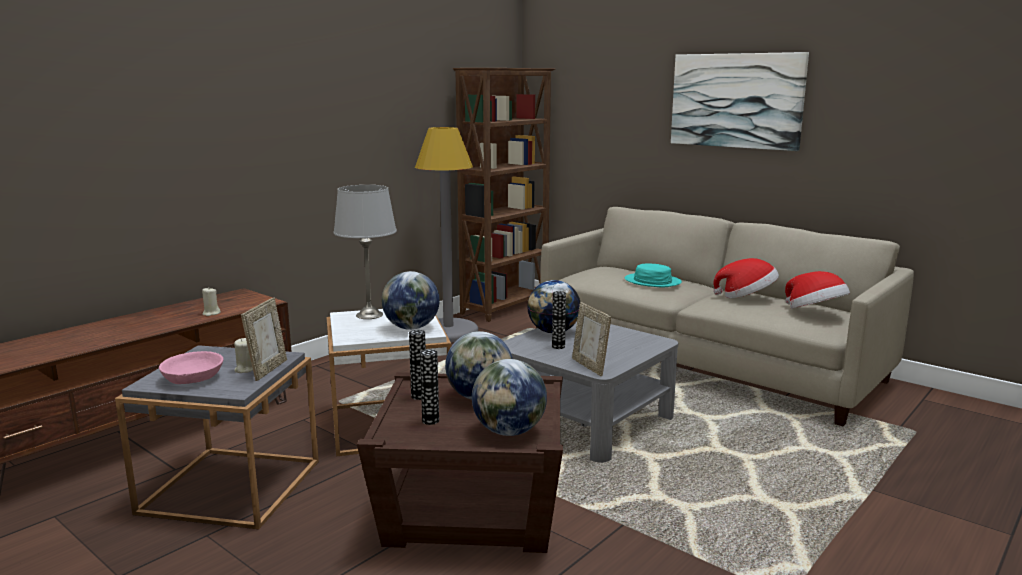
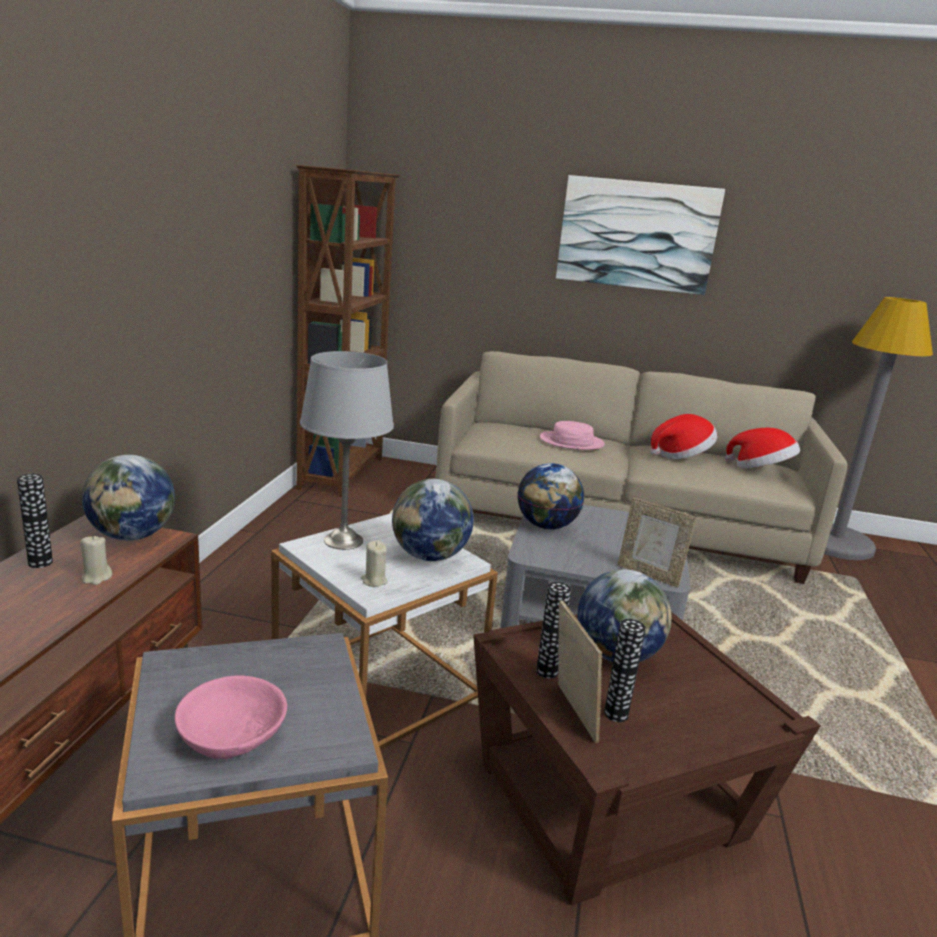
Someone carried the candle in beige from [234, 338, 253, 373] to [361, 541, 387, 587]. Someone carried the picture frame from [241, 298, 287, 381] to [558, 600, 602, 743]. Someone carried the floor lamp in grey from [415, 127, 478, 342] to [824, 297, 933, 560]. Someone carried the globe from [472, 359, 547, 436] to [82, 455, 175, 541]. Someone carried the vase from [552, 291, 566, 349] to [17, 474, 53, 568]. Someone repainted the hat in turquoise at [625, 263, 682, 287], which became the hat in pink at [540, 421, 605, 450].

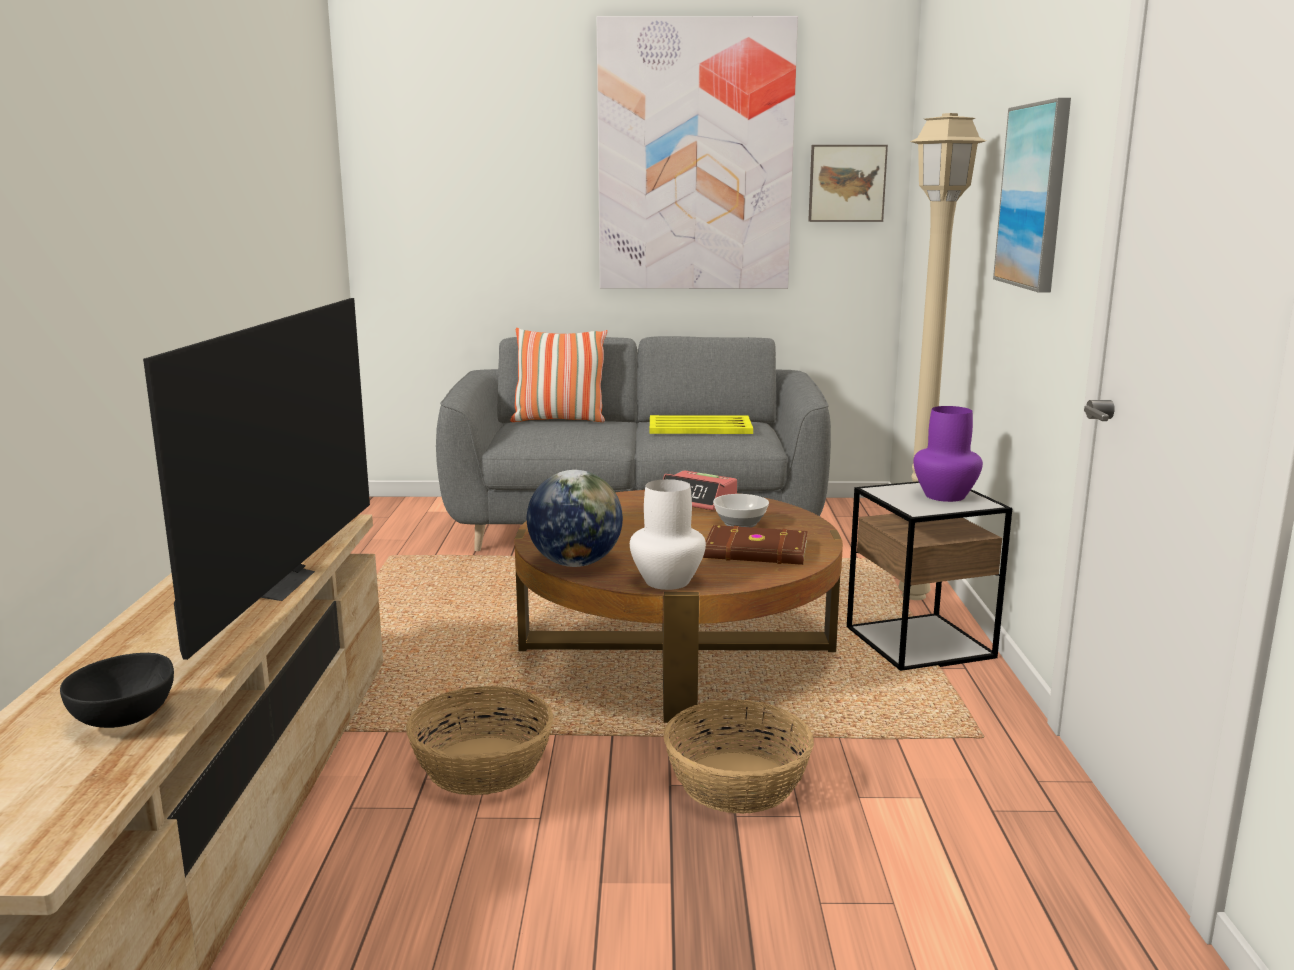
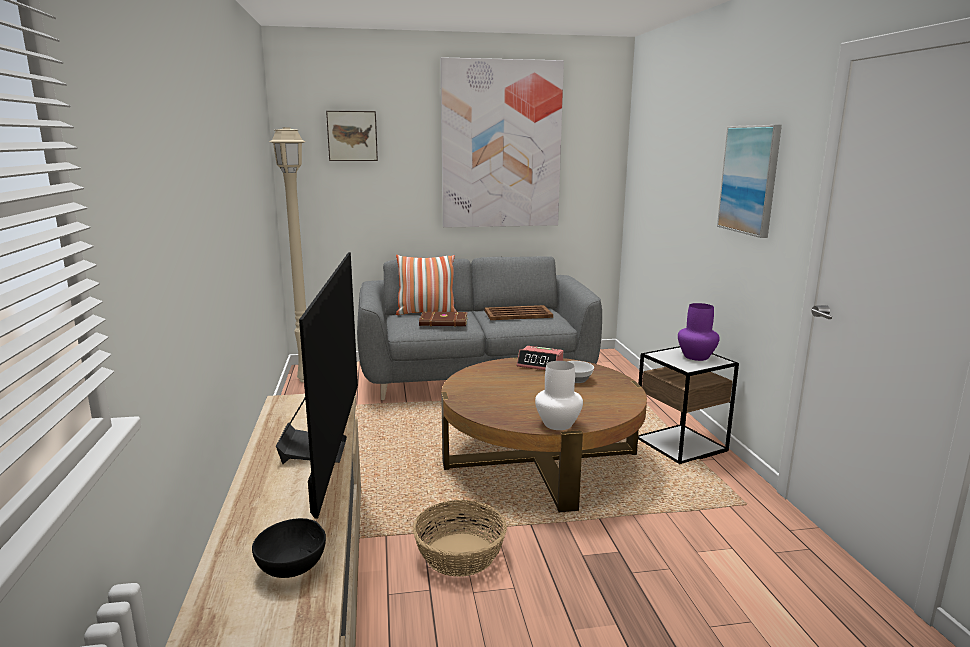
Someone took away the globe at [527, 470, 623, 567]. Someone repainted the tray in yellow at [650, 415, 753, 434], which became the tray in brown at [484, 305, 553, 320]. Someone took away the basket at [664, 699, 814, 814]. Someone carried the book in brown from [703, 525, 808, 565] to [419, 311, 468, 327]. Someone carried the picture from [808, 145, 888, 222] to [326, 111, 378, 161]. Someone carried the floor lamp in beige from [898, 113, 986, 600] to [269, 127, 306, 382].

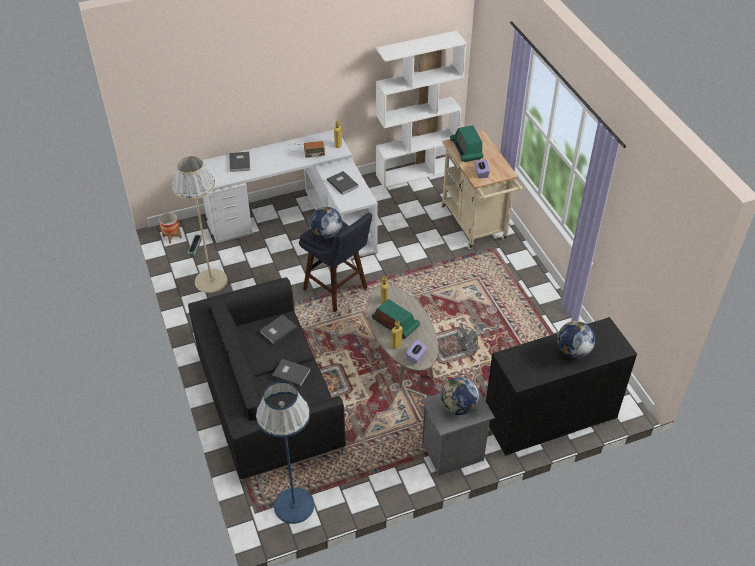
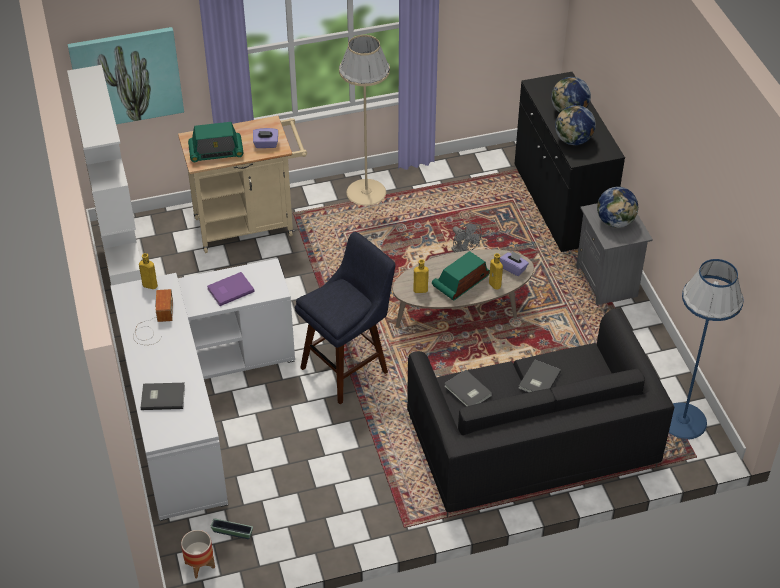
Someone carried the floor lamp in beige from [172, 156, 228, 293] to [339, 35, 390, 206]. Someone carried the globe from [310, 207, 342, 239] to [555, 105, 596, 145]. Someone repainted the book in grey at [327, 171, 358, 195], which became the book in purple at [207, 272, 255, 306]. Someone put up the picture at [68, 27, 184, 124].

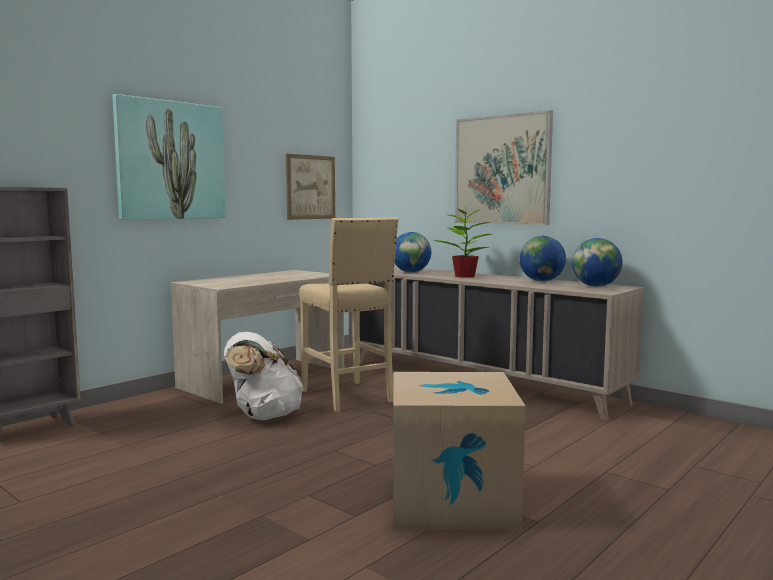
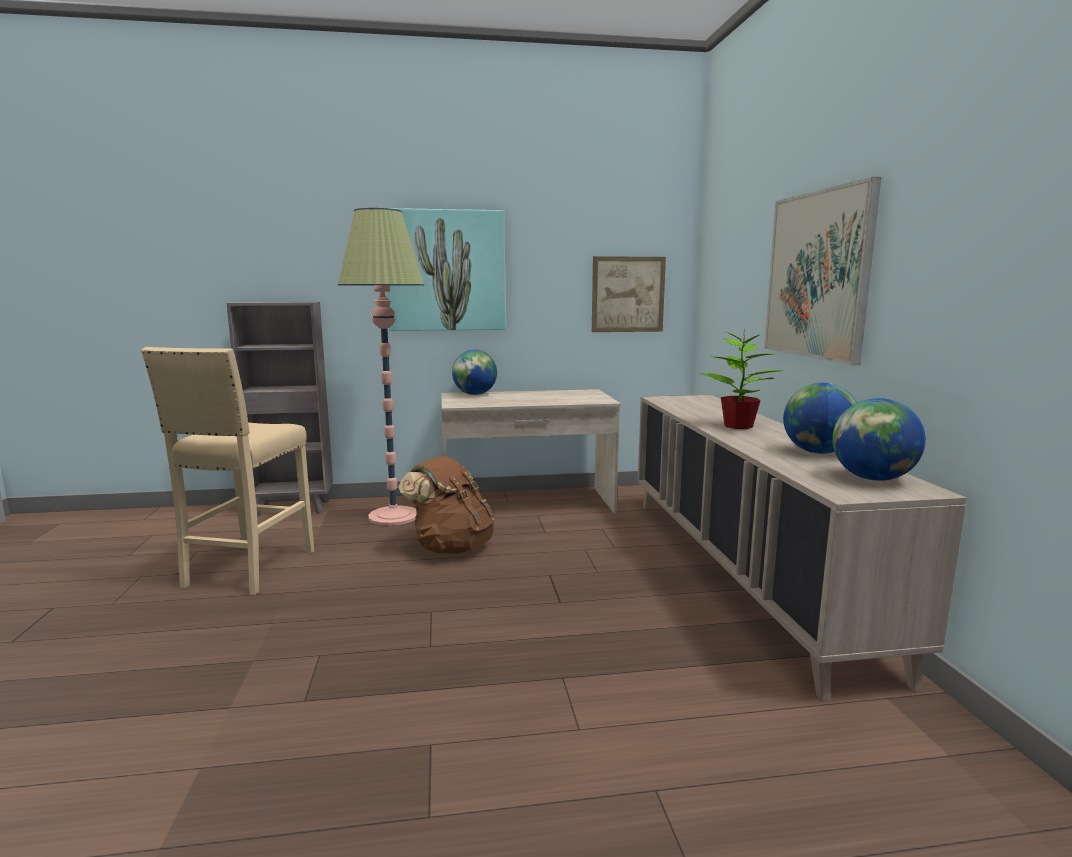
Someone repainted the backpack in white at [224, 332, 304, 420], which became the backpack in brown at [398, 456, 495, 554]. Someone carried the stool in beige from [299, 217, 399, 412] to [141, 347, 314, 595]. Someone took away the cardboard box at [393, 372, 526, 530]. Someone carried the globe from [395, 232, 431, 273] to [452, 350, 497, 395]. Someone put down the floor lamp at [338, 208, 425, 526].

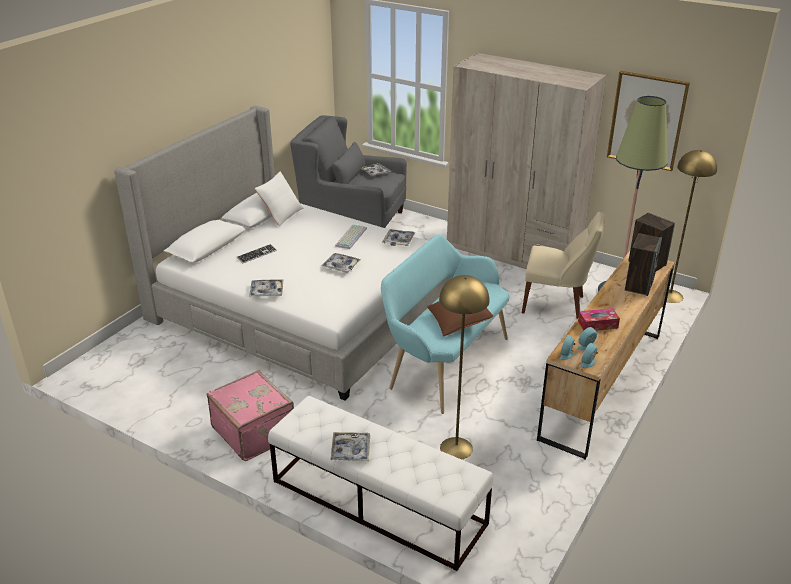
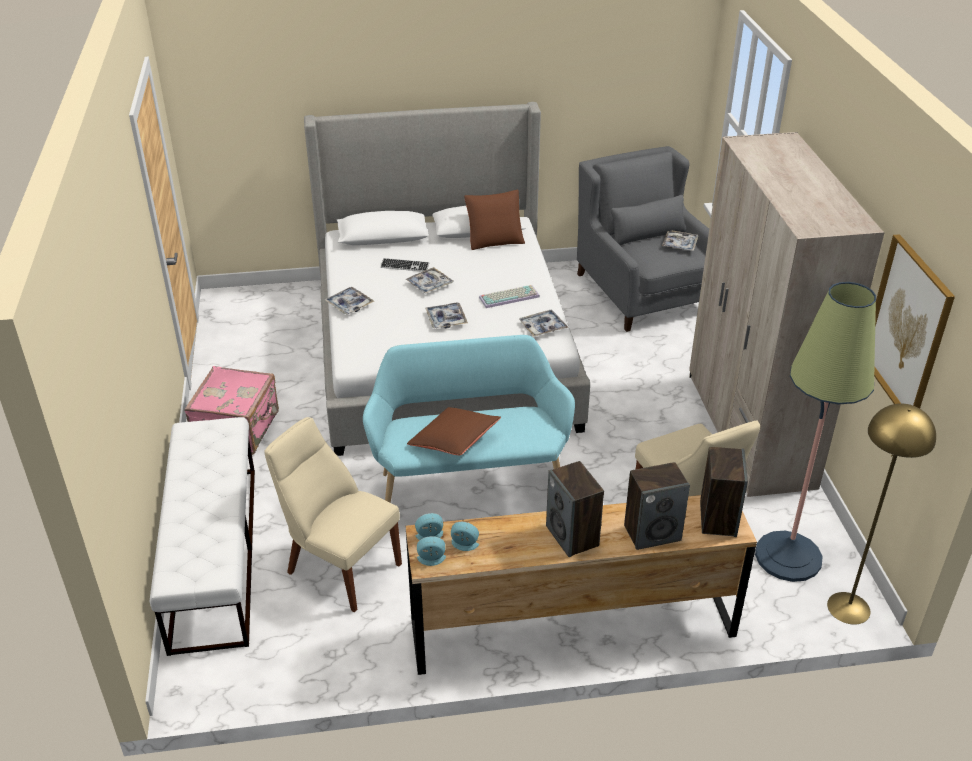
Someone repainted the pillow in white at [255, 172, 303, 226], which became the pillow in brown at [464, 190, 525, 250]. Someone carried the tray from [330, 432, 370, 461] to [405, 267, 453, 294]. Someone swapped the floor lamp in yellow at [439, 275, 490, 460] for the chair in beige at [264, 417, 402, 612]. Someone took away the tissue box at [578, 308, 620, 331]. Someone put down the speaker at [546, 461, 604, 557].

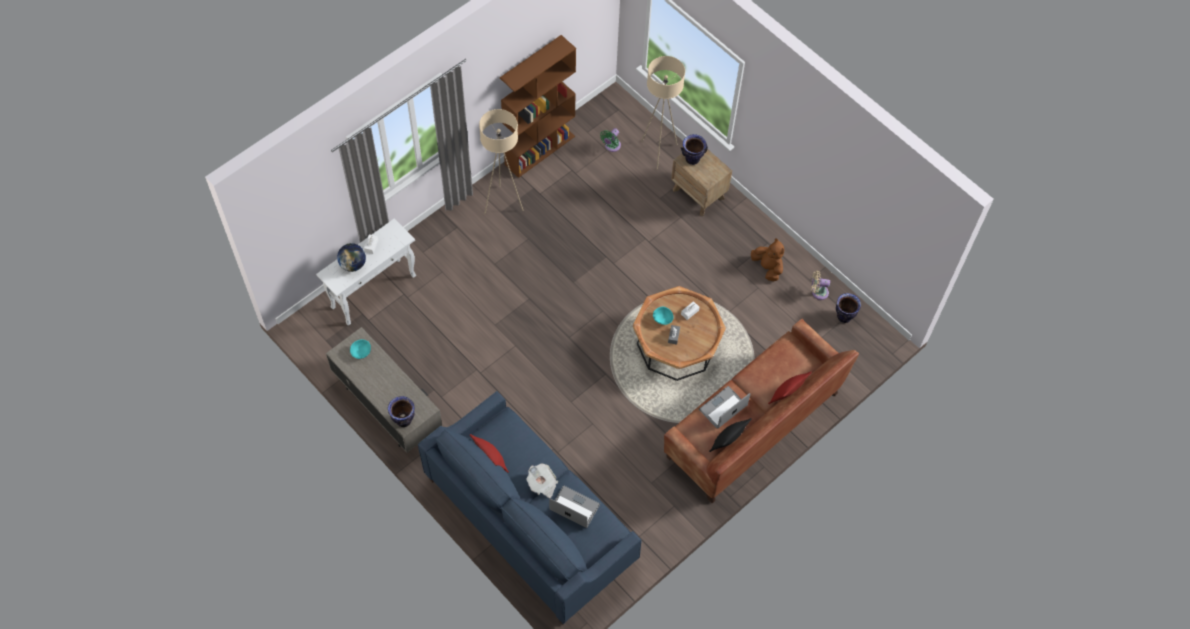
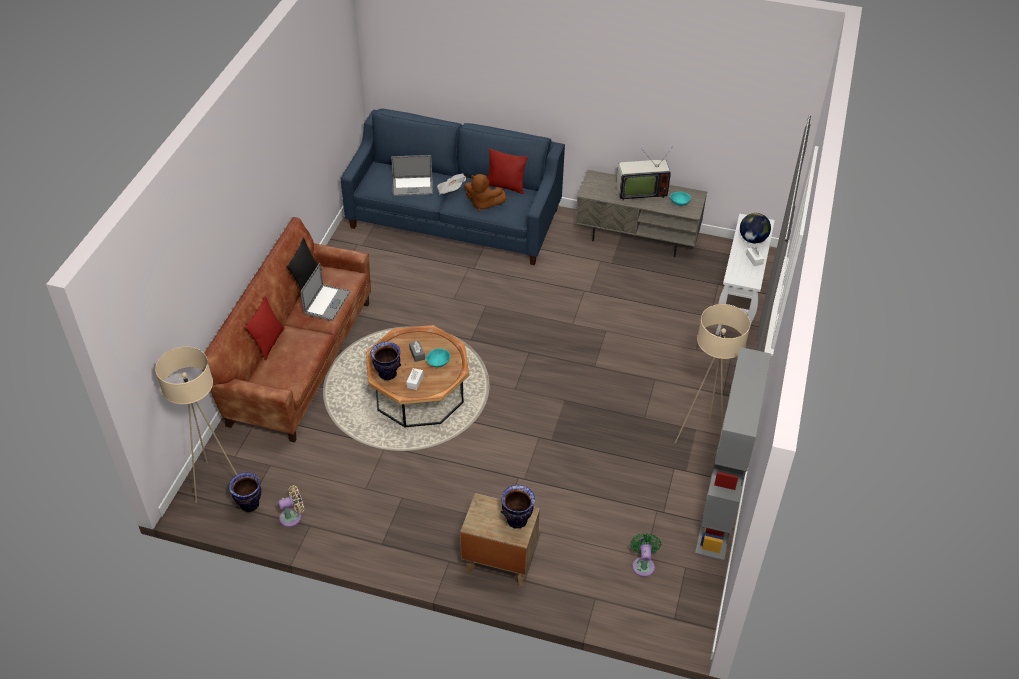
Someone carried the vase from [388, 396, 415, 427] to [371, 342, 401, 380]. Someone repainted the bookcase in brown at [500, 35, 576, 178], which became the bookcase in grey at [695, 347, 771, 561]. Someone carried the floor lamp in beige from [641, 56, 685, 170] to [155, 347, 237, 503]. Someone carried the plush toy in brown from [751, 238, 784, 281] to [464, 174, 507, 211]. Someone put down the television at [616, 145, 674, 201].

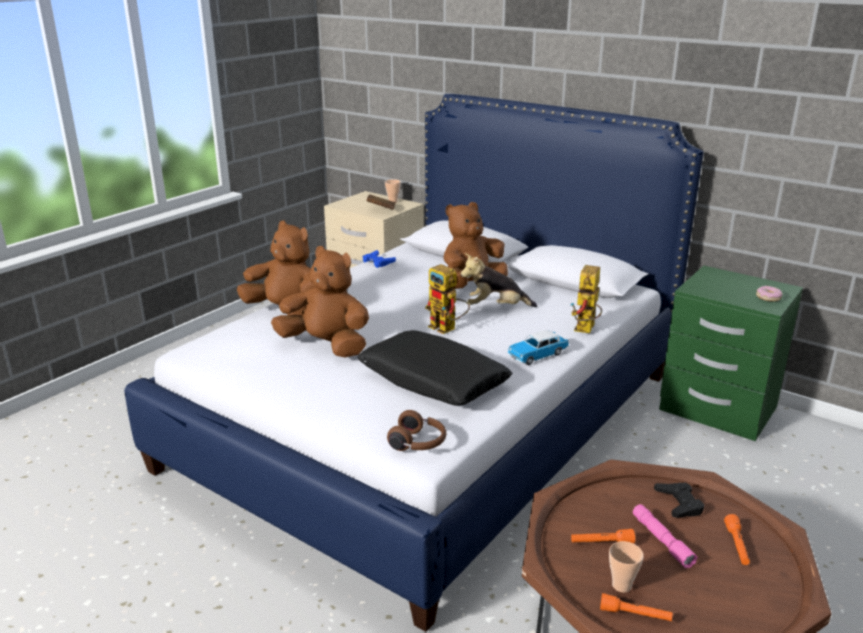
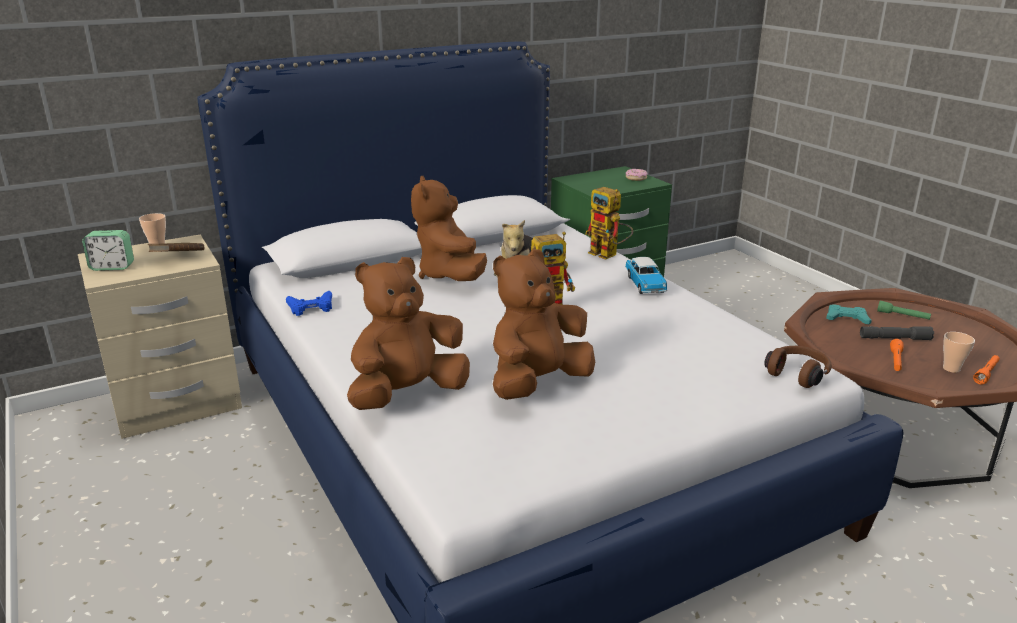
Someone took away the pillow in black at [358, 330, 513, 406]. Someone repainted the flashlight in pink at [633, 504, 698, 568], which became the flashlight in grey at [860, 326, 934, 340]. Someone repainted the game controller in black at [654, 482, 704, 518], which became the game controller in turquoise at [826, 304, 872, 324]. Someone repainted the flashlight in orange at [724, 514, 750, 565], which became the flashlight in green at [877, 301, 931, 320]. Someone put down the alarm clock at [82, 230, 134, 271].

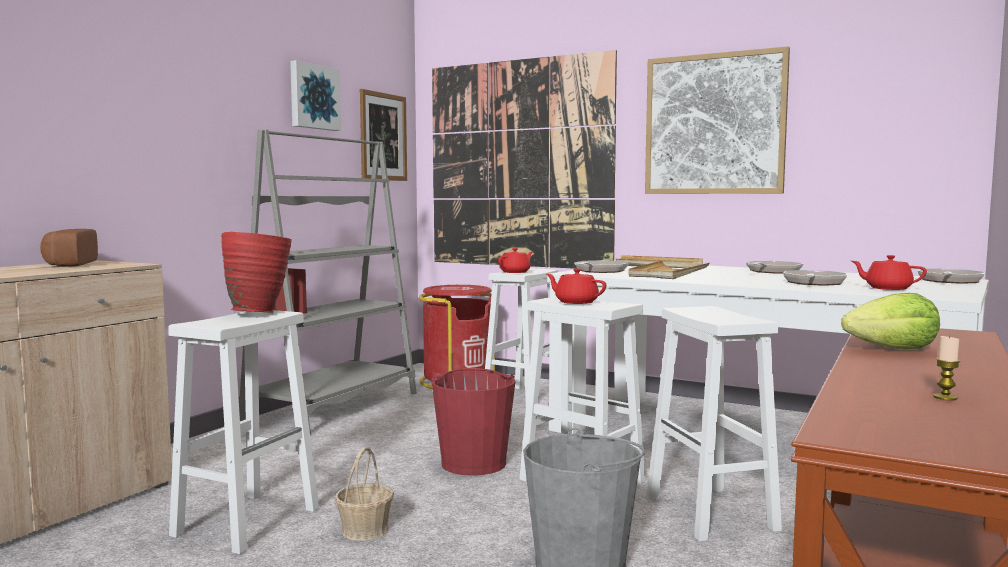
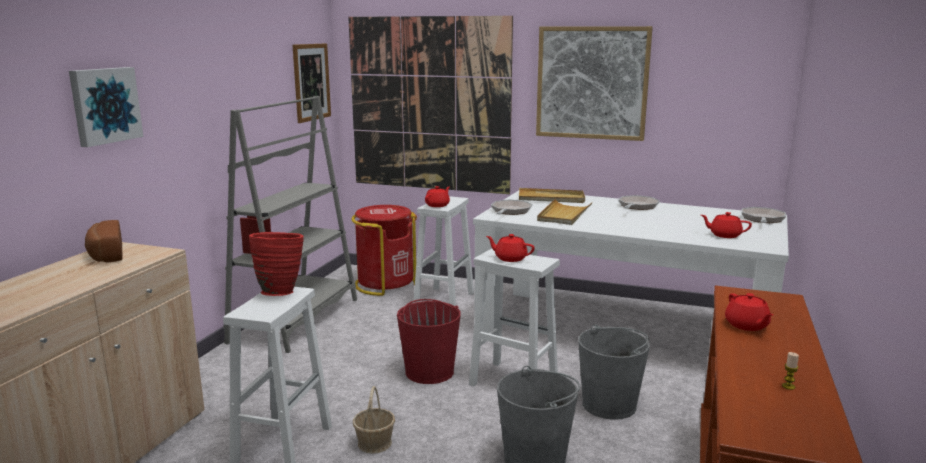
Someone carried the picture from [290, 60, 341, 131] to [69, 67, 143, 147]. Someone swapped the stool in white at [647, 306, 782, 542] for the bucket in grey at [578, 324, 650, 420]. Someone took away the frying pan at [783, 270, 847, 286]. Someone swapped the lettuce at [841, 293, 940, 349] for the teapot in red at [725, 293, 773, 331].

